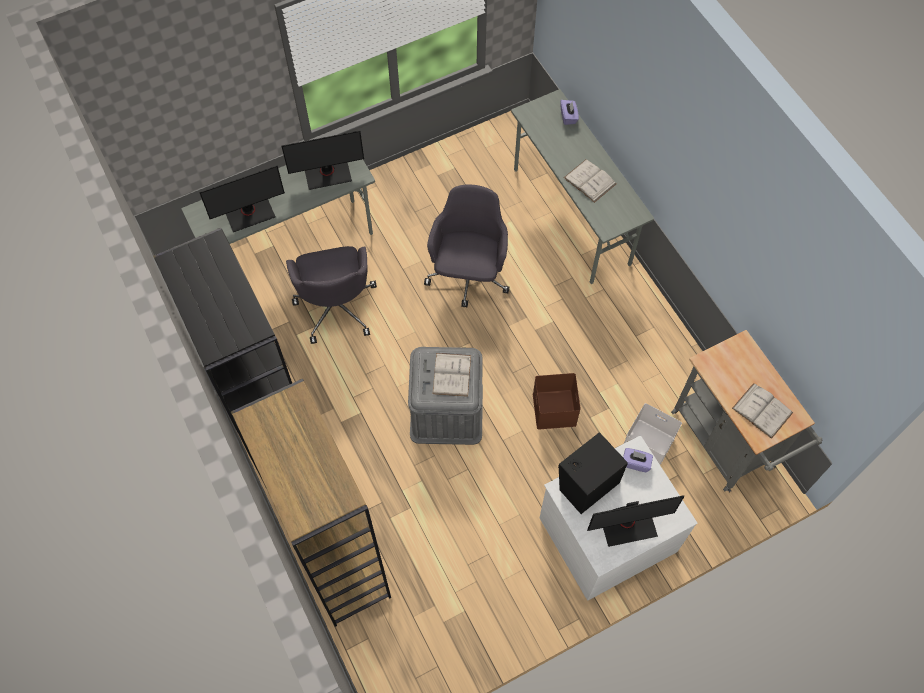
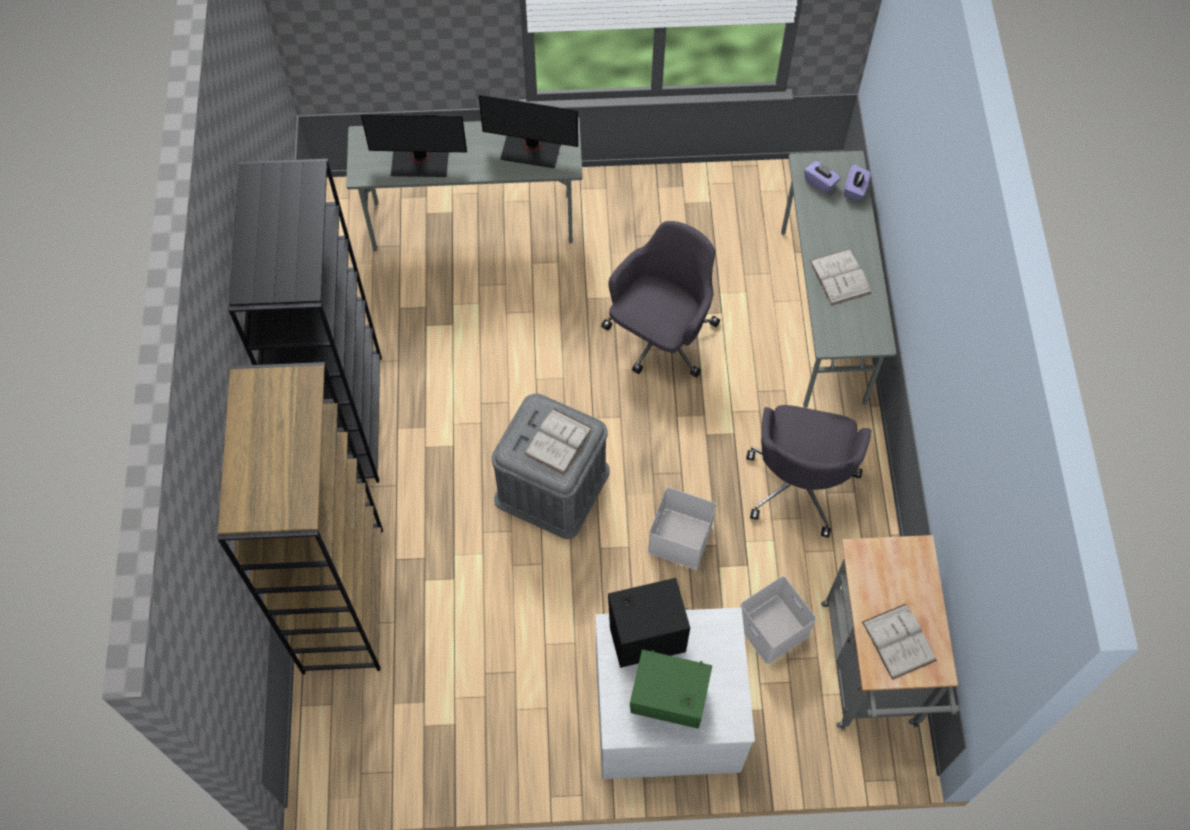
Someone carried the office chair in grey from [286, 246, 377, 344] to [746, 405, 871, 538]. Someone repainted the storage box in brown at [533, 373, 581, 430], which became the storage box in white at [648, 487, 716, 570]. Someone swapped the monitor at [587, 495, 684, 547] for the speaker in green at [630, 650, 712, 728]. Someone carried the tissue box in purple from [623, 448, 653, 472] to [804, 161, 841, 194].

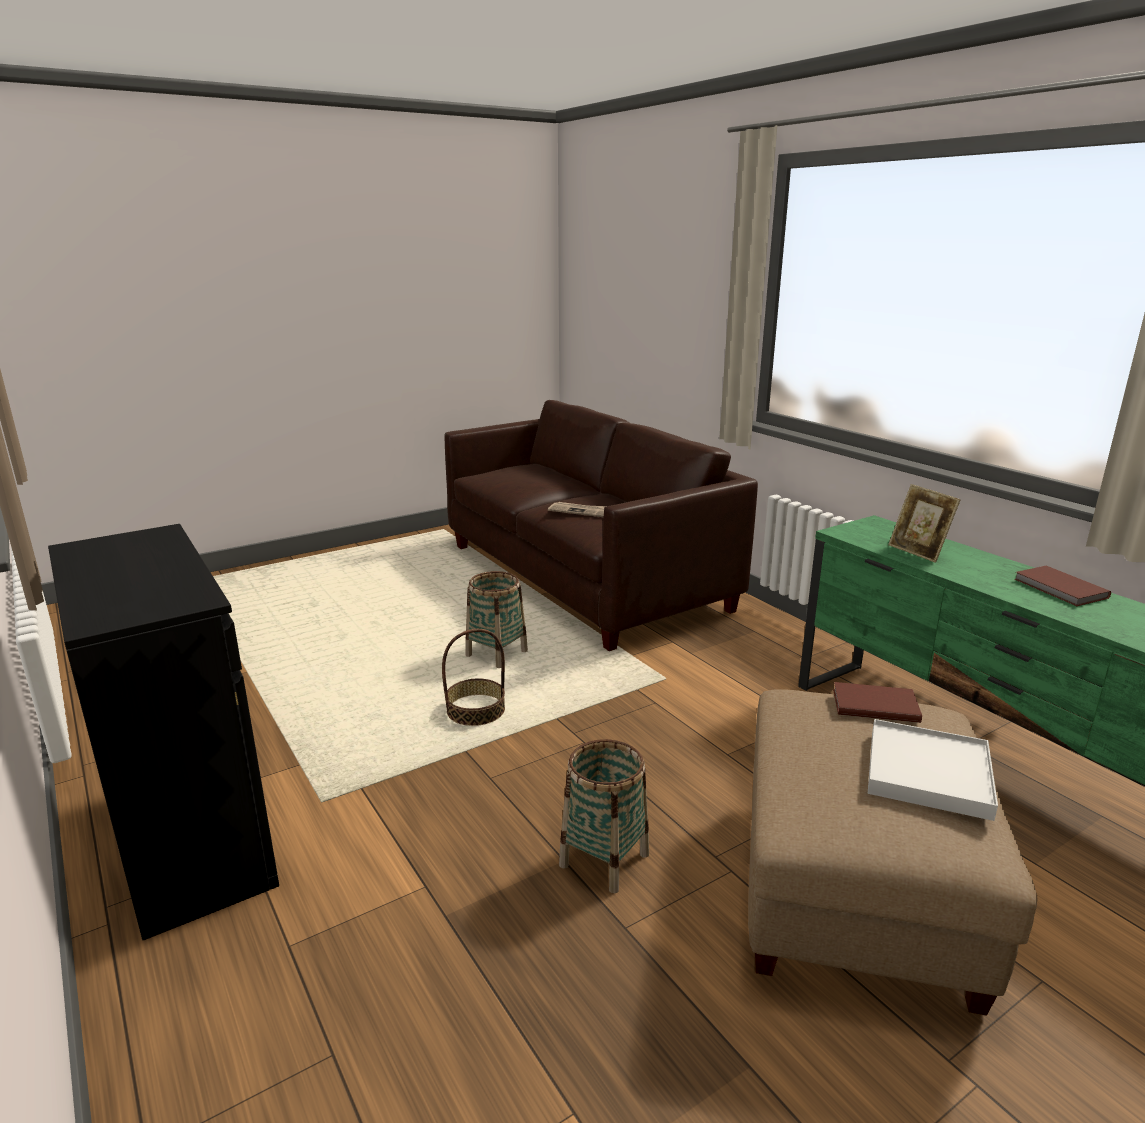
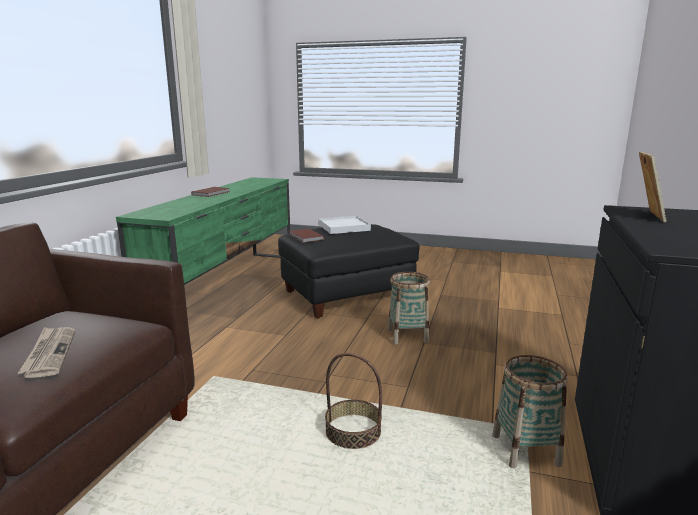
Someone carried the basket from [465, 571, 528, 668] to [492, 355, 567, 468]. Someone repainted the ottoman in beige at [748, 689, 1037, 1016], which became the ottoman in black at [278, 224, 419, 319]. Someone carried the picture frame from [888, 484, 961, 563] to [639, 152, 666, 222].

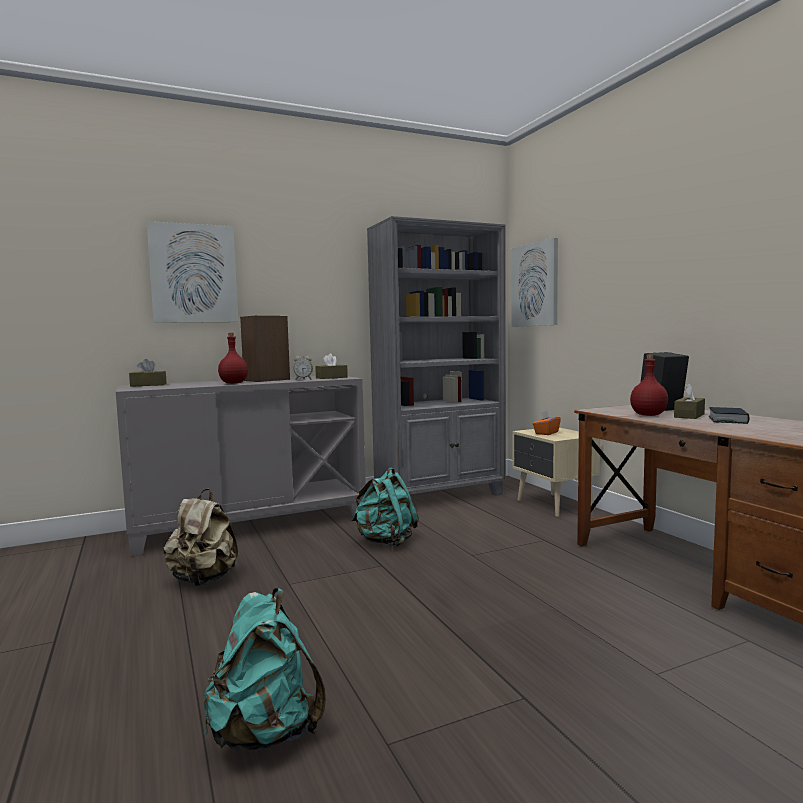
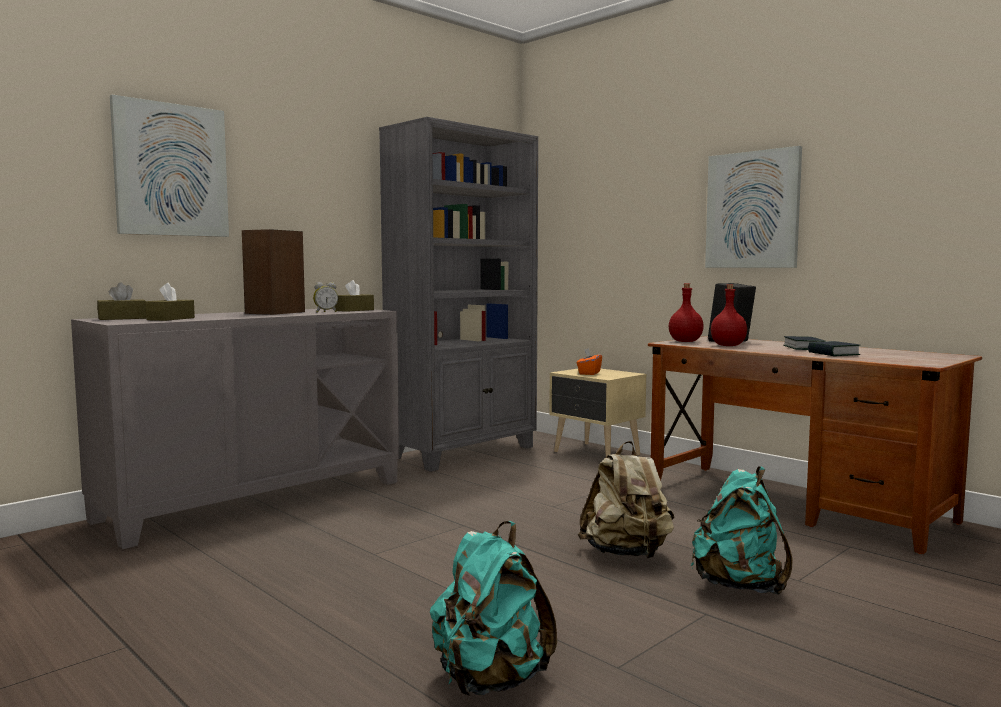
Someone carried the backpack in beige from [163, 489, 238, 586] to [578, 441, 674, 558]. Someone carried the bottle in red from [218, 333, 248, 384] to [669, 283, 704, 342]. Someone carried the backpack in turquoise from [352, 467, 419, 548] to [691, 466, 793, 595]. Someone carried the picture from [511, 238, 558, 327] to [705, 146, 802, 268]. Someone carried the tissue box in brown from [674, 384, 705, 419] to [146, 283, 195, 321]. Someone put down the book at [808, 341, 860, 356].

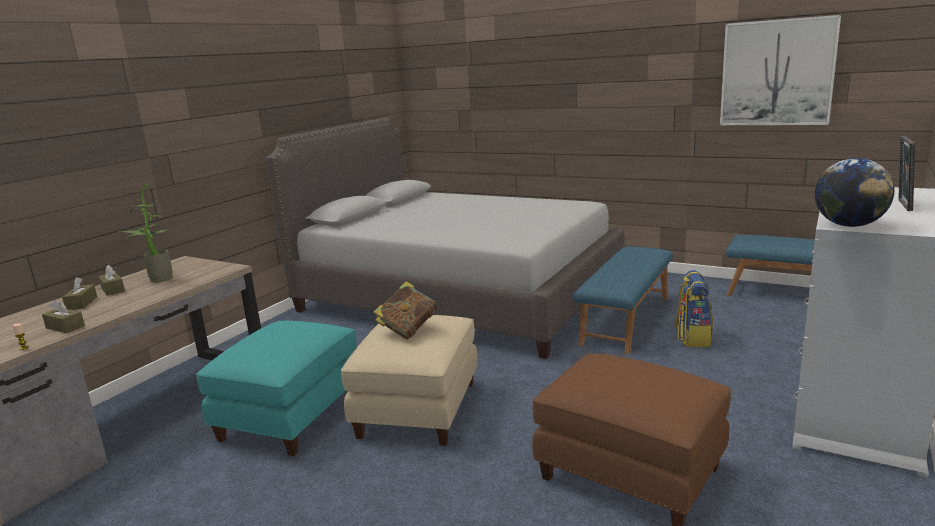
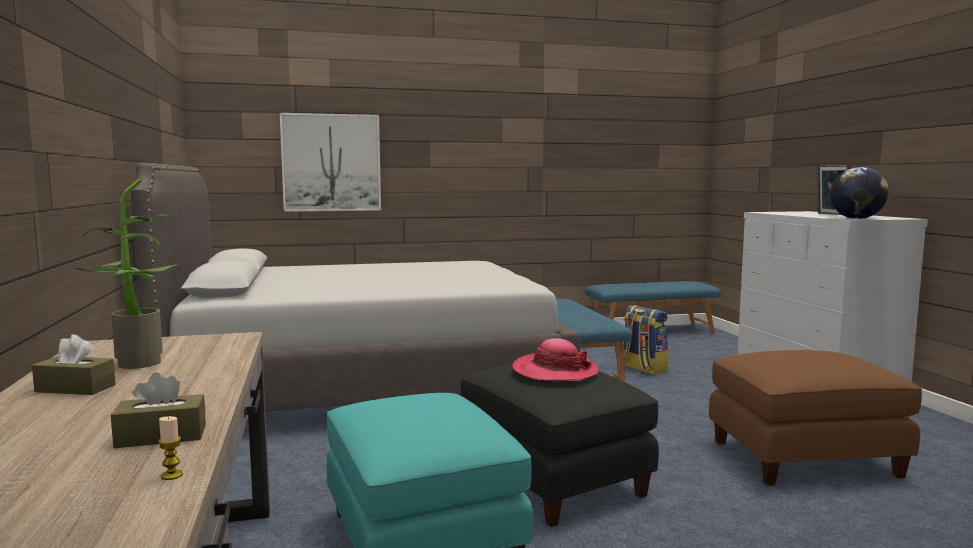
Someone took away the tissue box in brown at [62, 277, 97, 310]. Someone repainted the ottoman in beige at [341, 315, 478, 446], which became the ottoman in black at [461, 364, 659, 527]. Someone swapped the book at [374, 281, 437, 340] for the hat at [513, 338, 599, 381]. Someone carried the picture from [720, 15, 841, 125] to [280, 113, 381, 212].

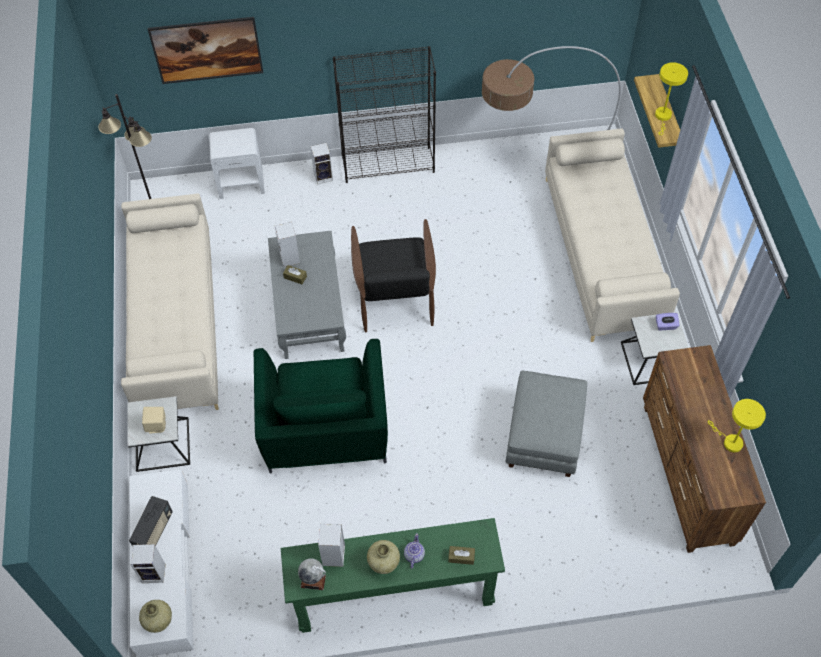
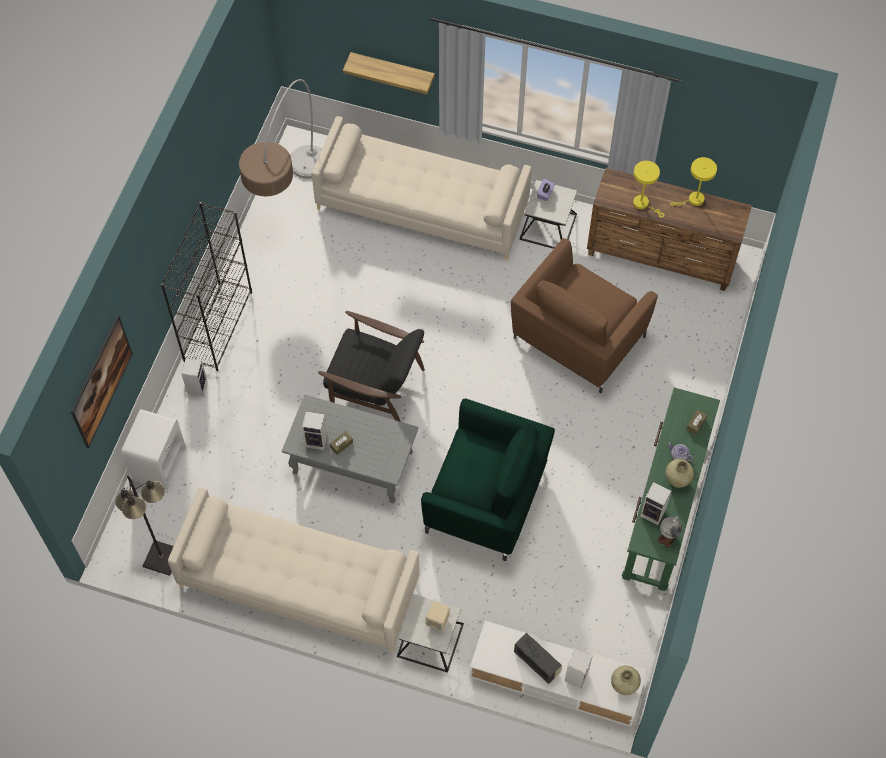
Someone swapped the ottoman in grey at [505, 371, 587, 477] for the armchair in brown at [511, 238, 658, 393]. Someone carried the table lamp in yellow from [655, 62, 688, 135] to [633, 161, 664, 218].

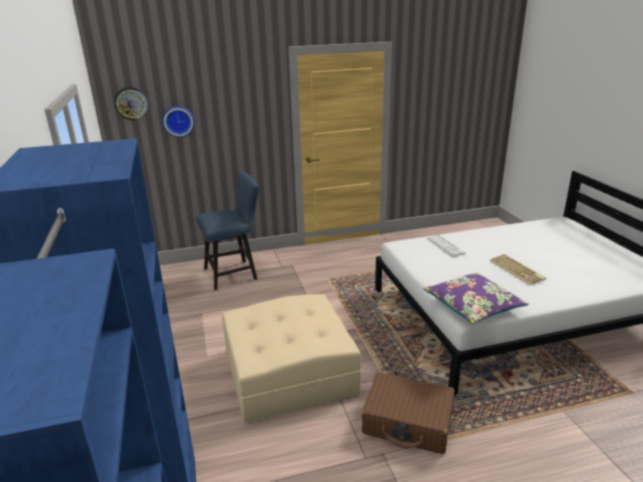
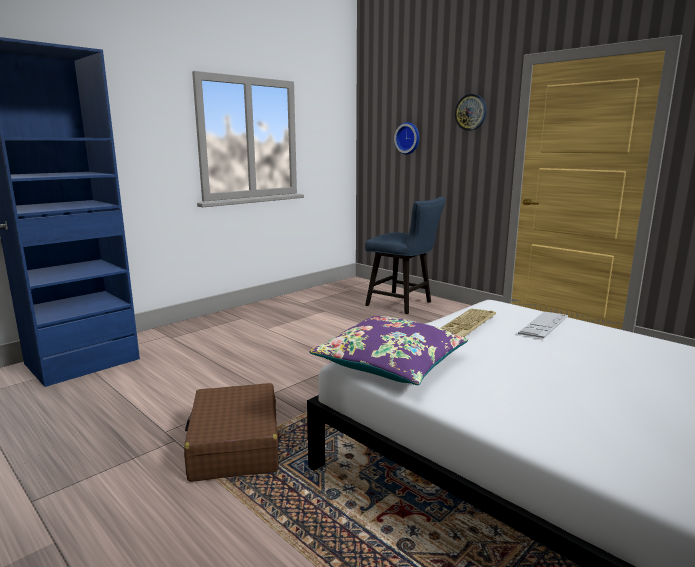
Someone carried the wall clock from [114, 87, 149, 121] to [455, 94, 487, 131]. Someone took away the ottoman in beige at [222, 294, 361, 423]. Someone carried the keyboard from [489, 254, 546, 285] to [441, 309, 496, 338].

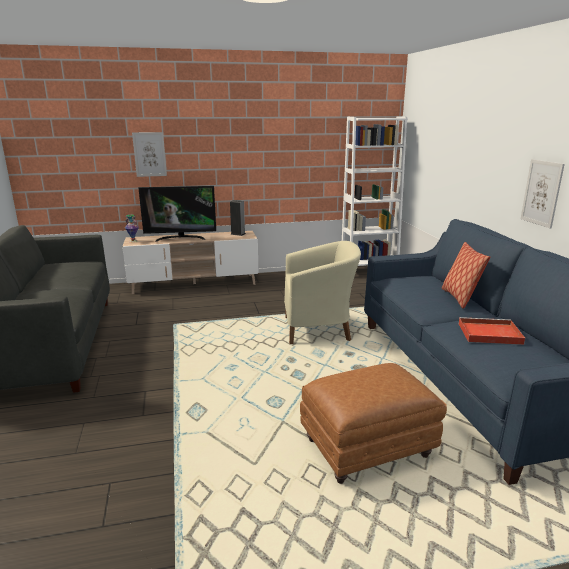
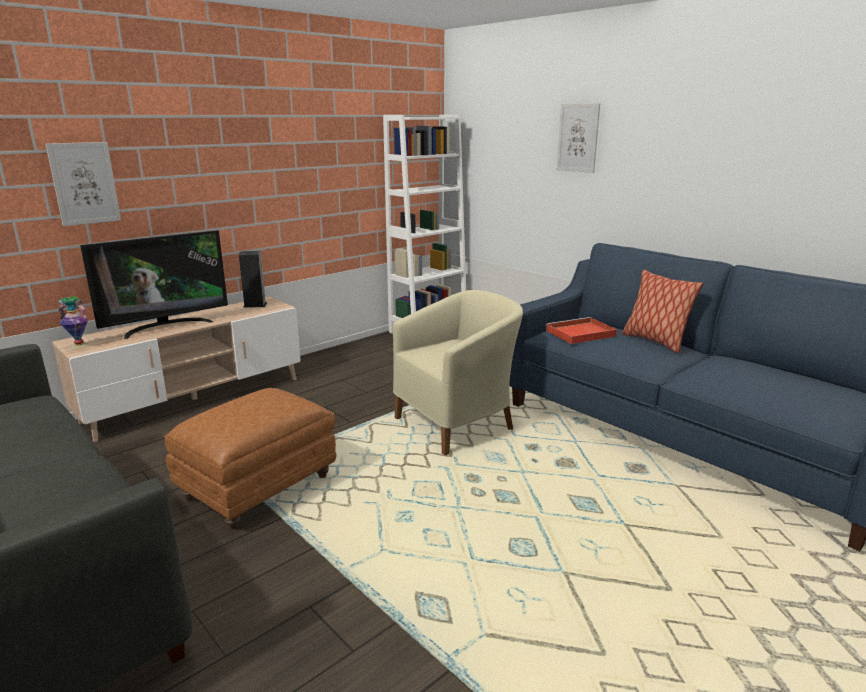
Someone carried the ottoman in brown from [300, 363, 447, 484] to [165, 388, 336, 529]. Someone carried the tray in red from [459, 317, 525, 345] to [546, 317, 617, 344]. Someone carried the picture from [521, 159, 565, 228] to [557, 103, 600, 173].

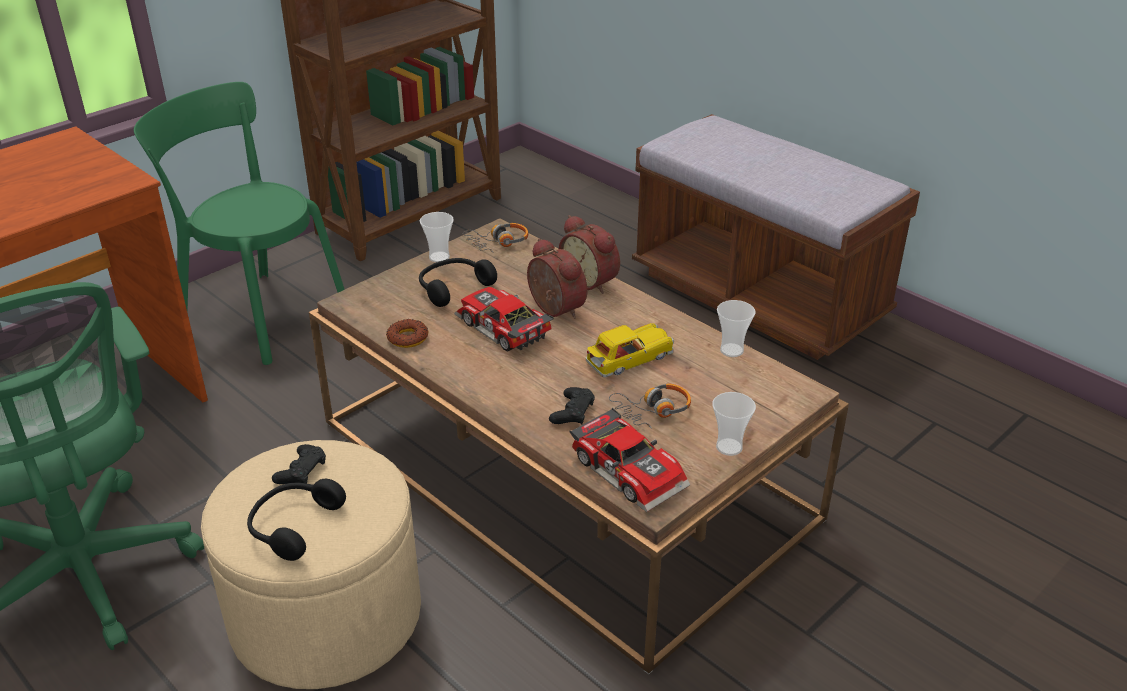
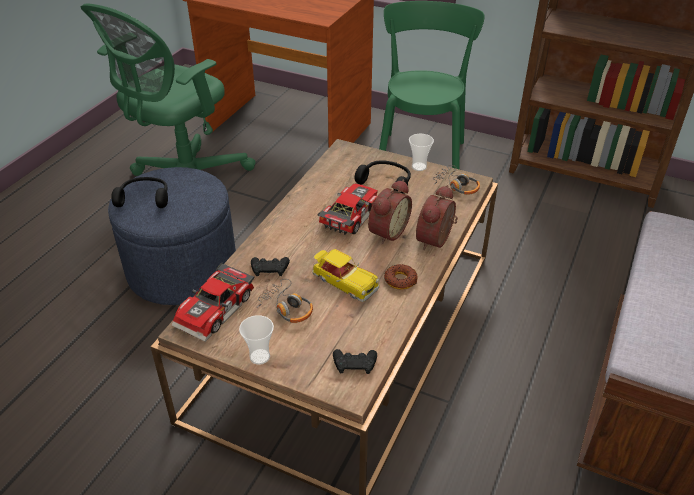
Someone repainted the ottoman in beige at [201, 440, 421, 689], which became the ottoman in blue at [108, 167, 236, 305]. Someone carried the game controller in black from [272, 444, 326, 484] to [333, 349, 377, 374]. Someone carried the donut from [386, 319, 428, 348] to [384, 264, 418, 290]. Someone took away the cup at [717, 300, 756, 357].

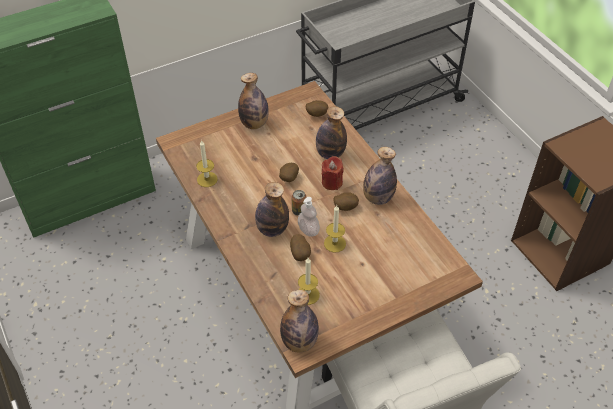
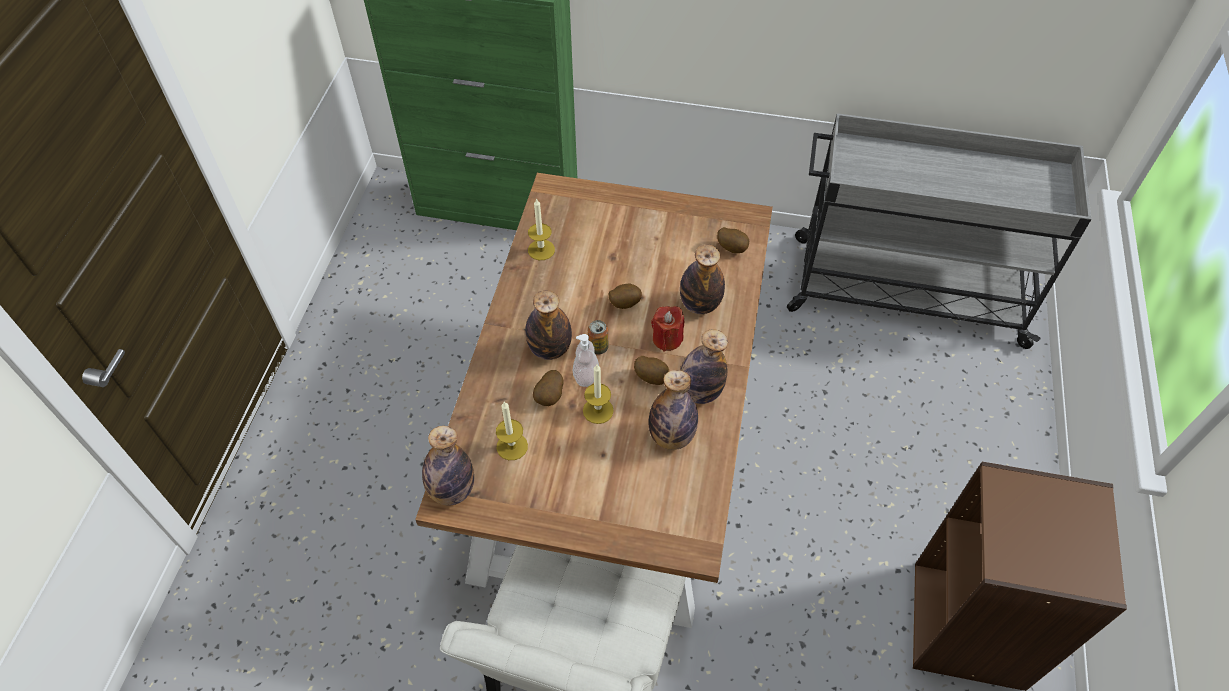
Someone carried the bottle from [238, 73, 269, 129] to [648, 370, 698, 450].

